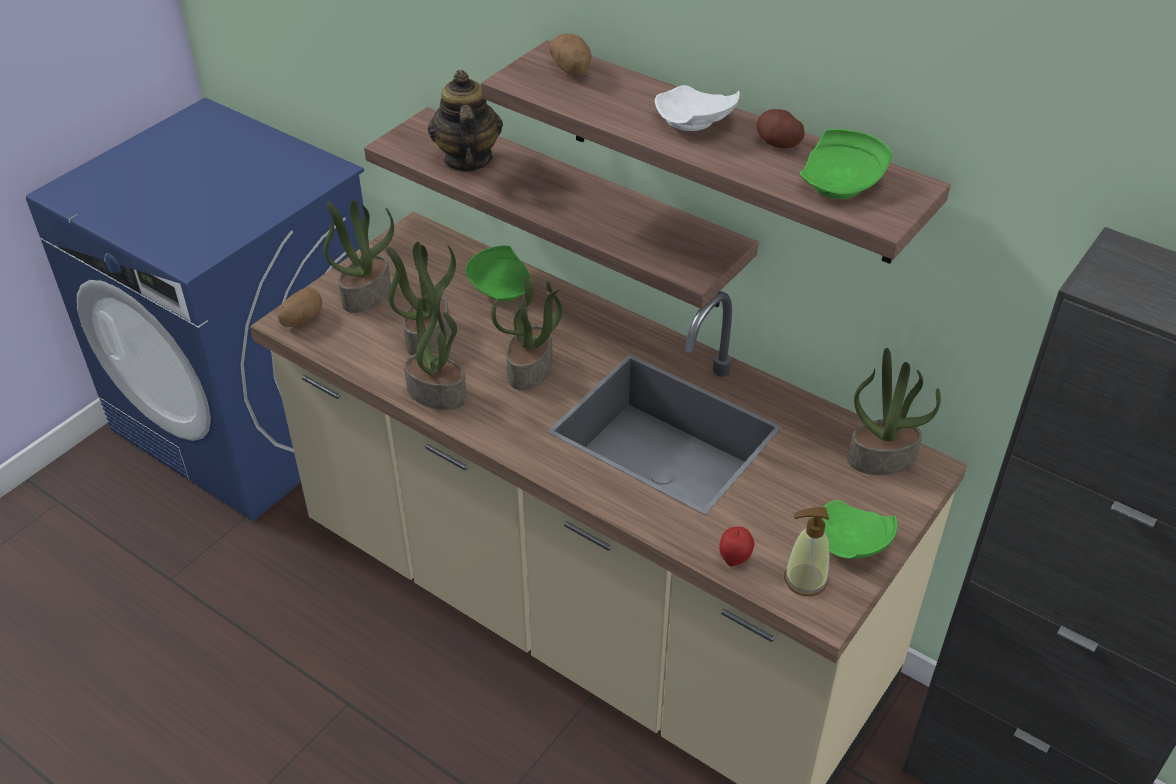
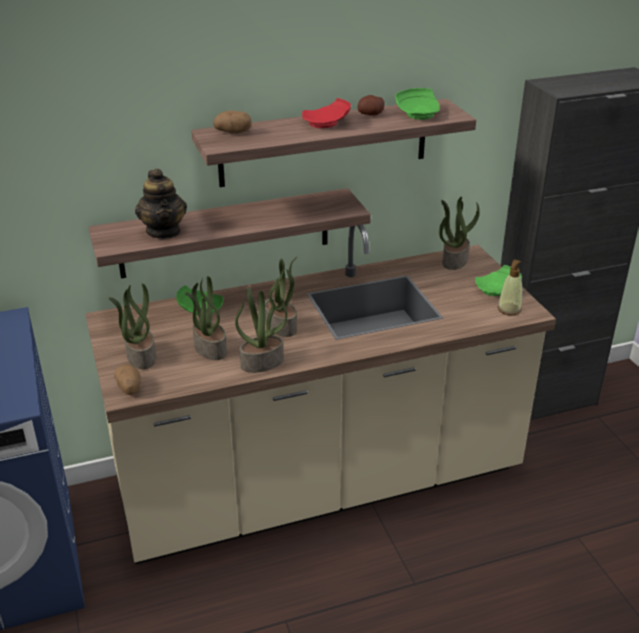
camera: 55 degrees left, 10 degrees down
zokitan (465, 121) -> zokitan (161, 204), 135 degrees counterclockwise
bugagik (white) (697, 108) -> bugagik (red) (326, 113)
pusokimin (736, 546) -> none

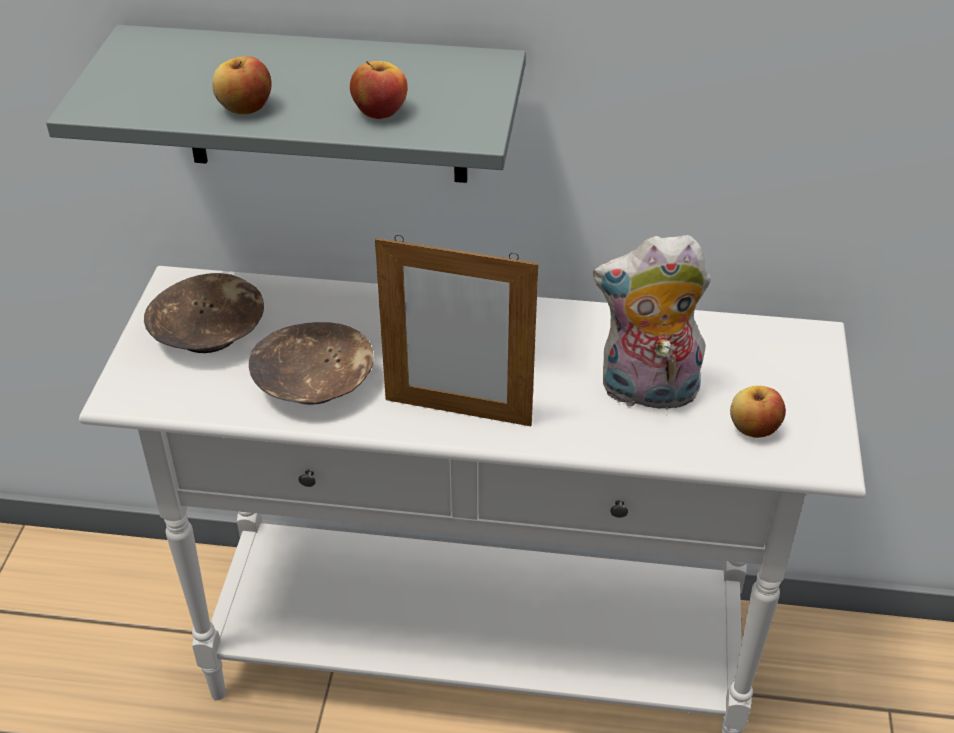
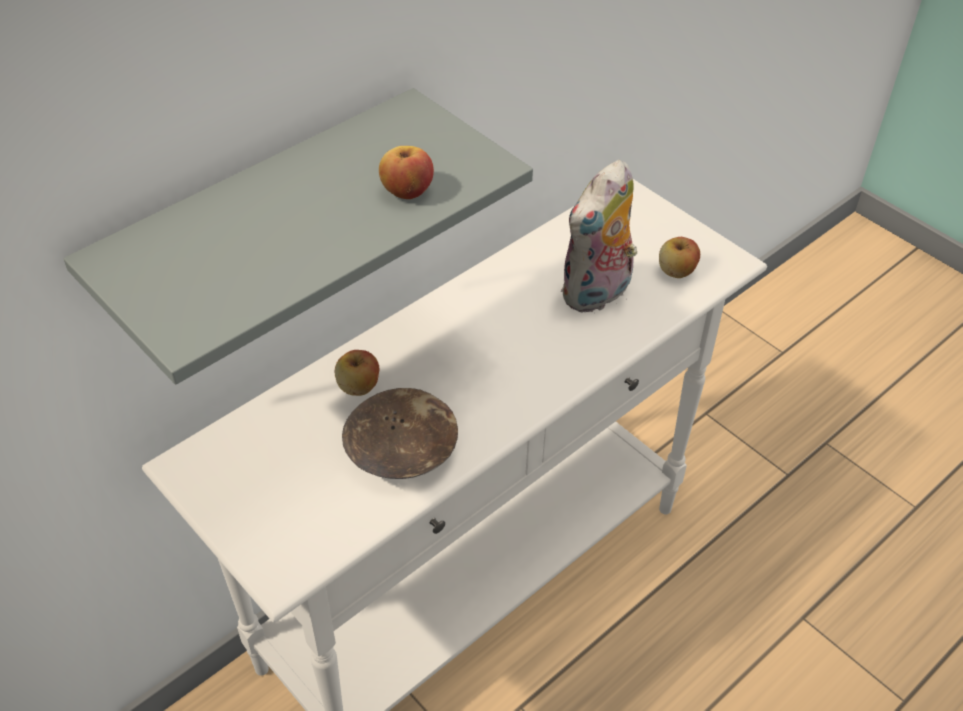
camera: 50 degrees left, 5 degrees up
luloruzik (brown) (204, 313) -> none
pusokimin (242, 85) -> pusokimin (357, 373), move
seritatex (456, 330) -> none

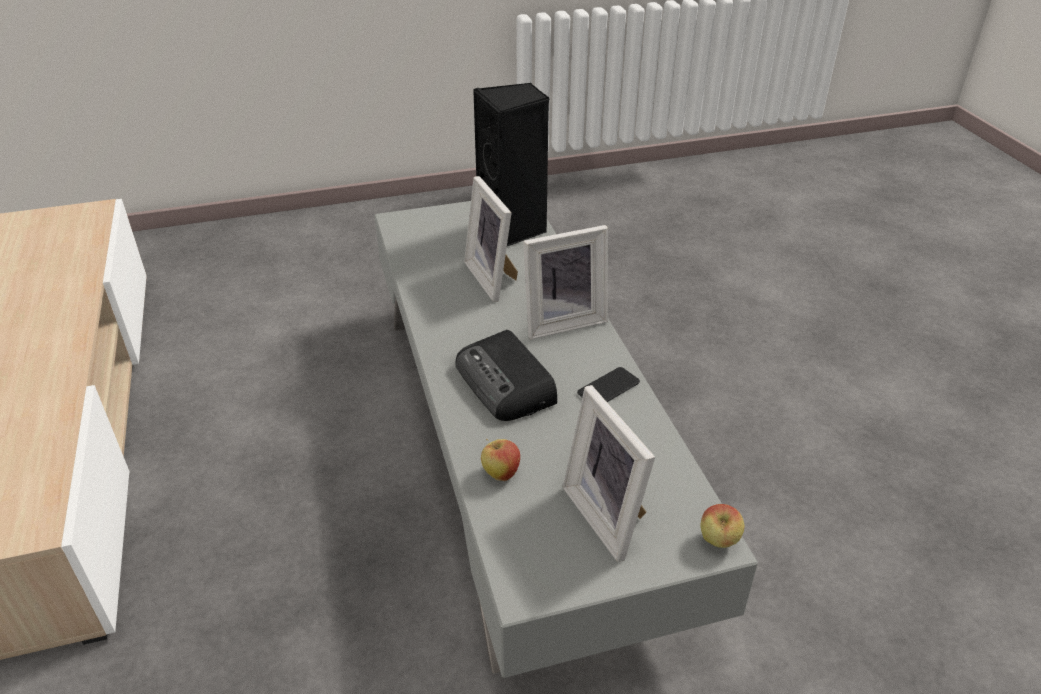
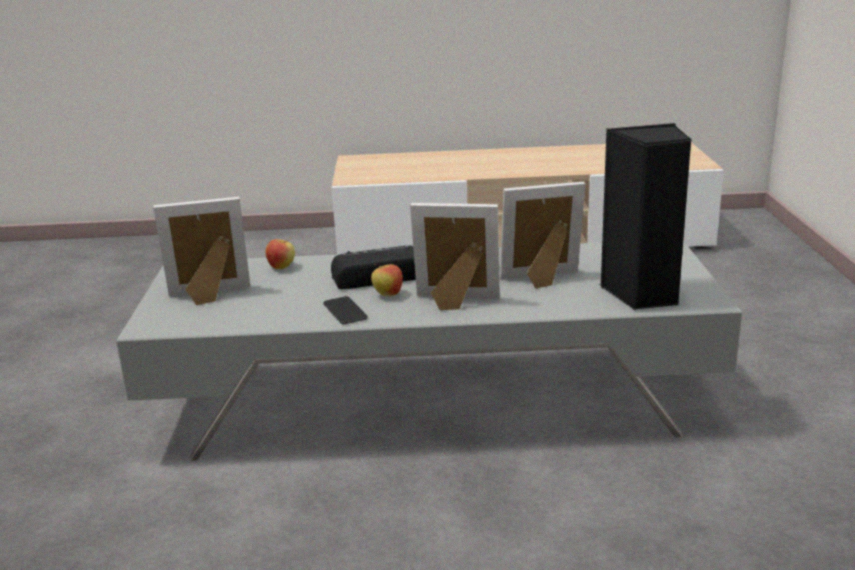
camera: 105 degrees right, 15 degrees down
seritatex (565, 282) -> seritatex (455, 256), 105 degrees clockwise
pusokimin (722, 526) -> pusokimin (387, 280), move

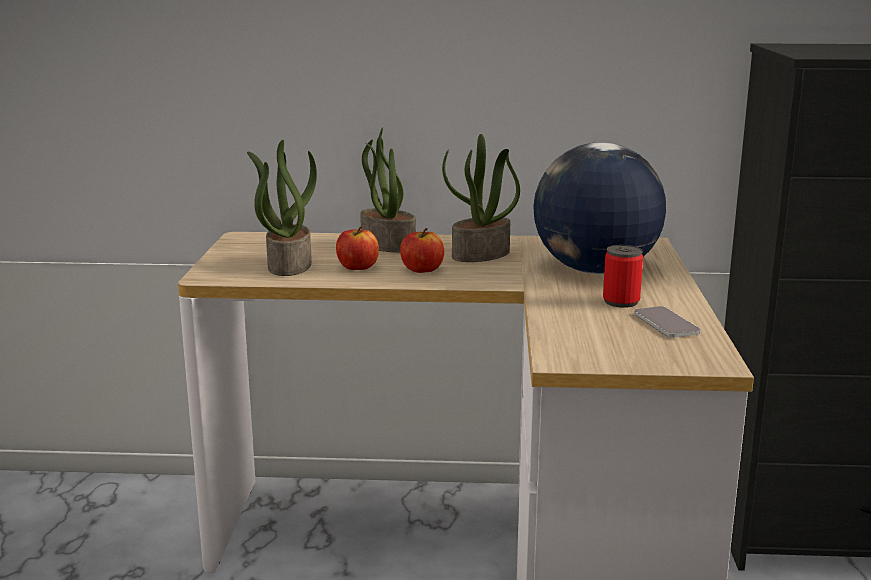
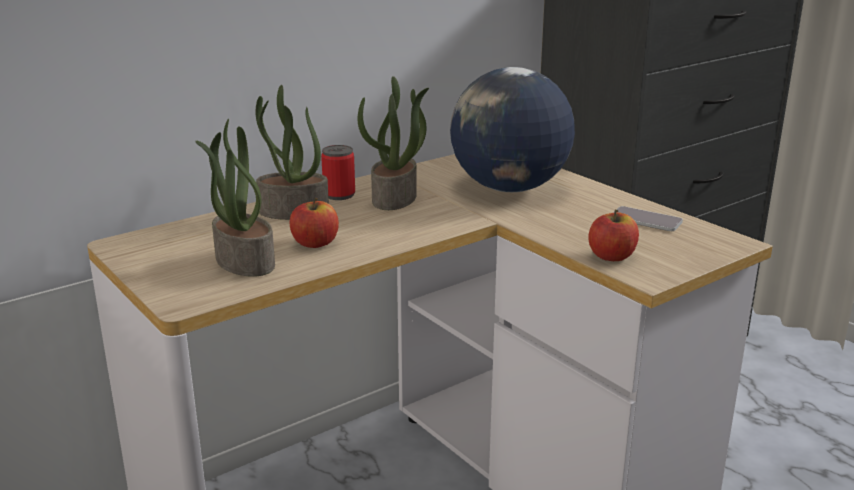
camera: 40 degrees left, 5 degrees up
pusokimin (422, 250) -> pusokimin (613, 235), move
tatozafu (623, 276) -> tatozafu (338, 172), move

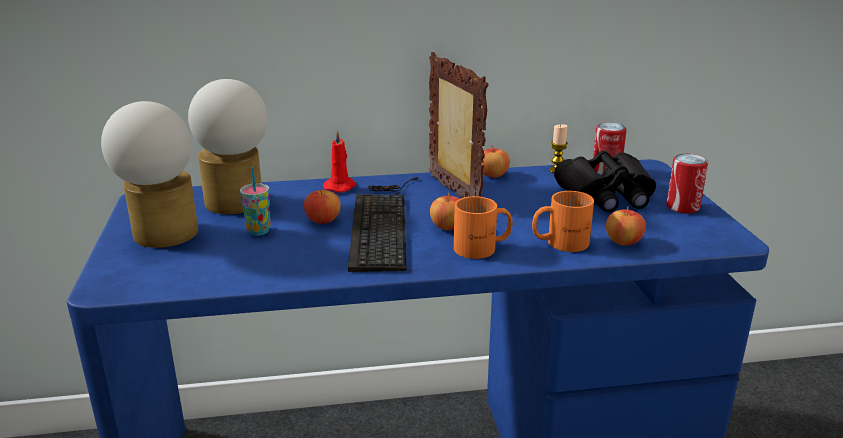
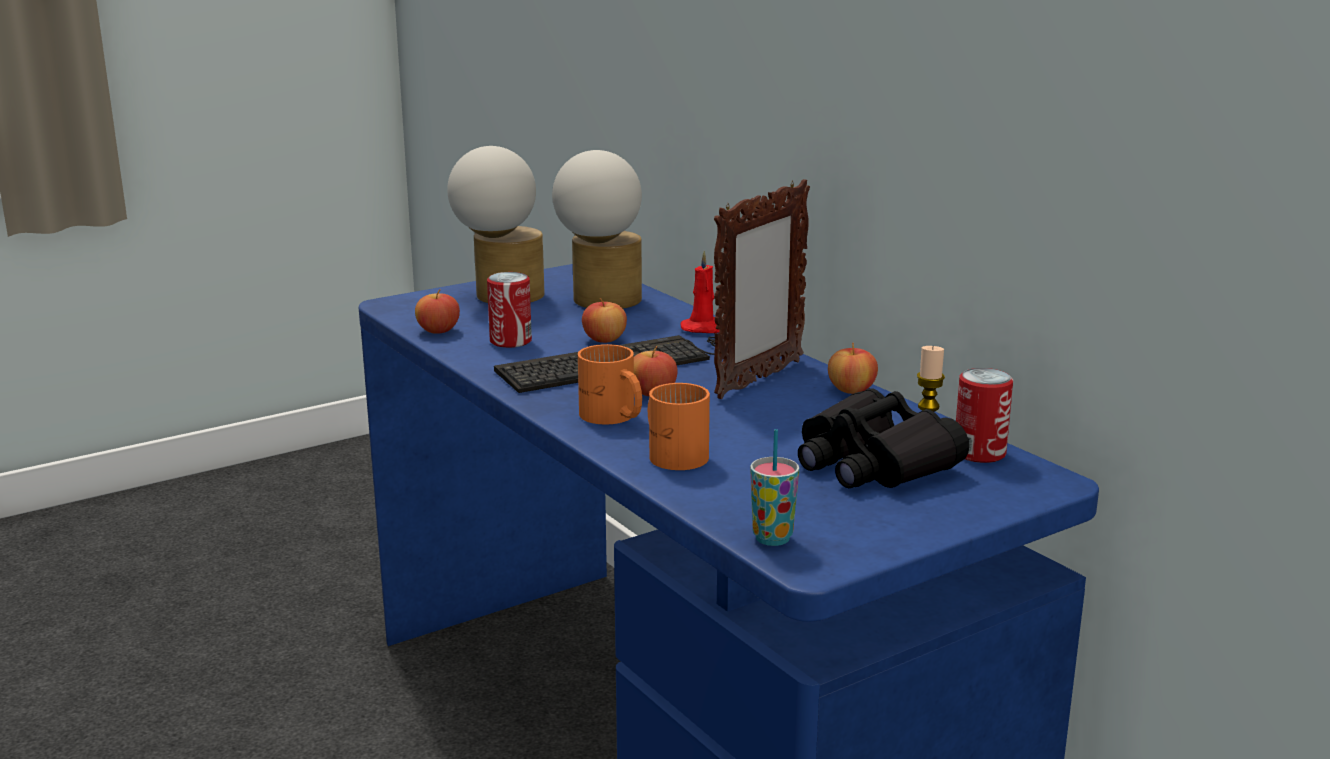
camera: 65 degrees right, 5 degrees down
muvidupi (255, 201) -> muvidupi (774, 487), move
pusokimin (626, 226) -> pusokimin (437, 311), move
tatozafu (687, 184) -> tatozafu (509, 310), move

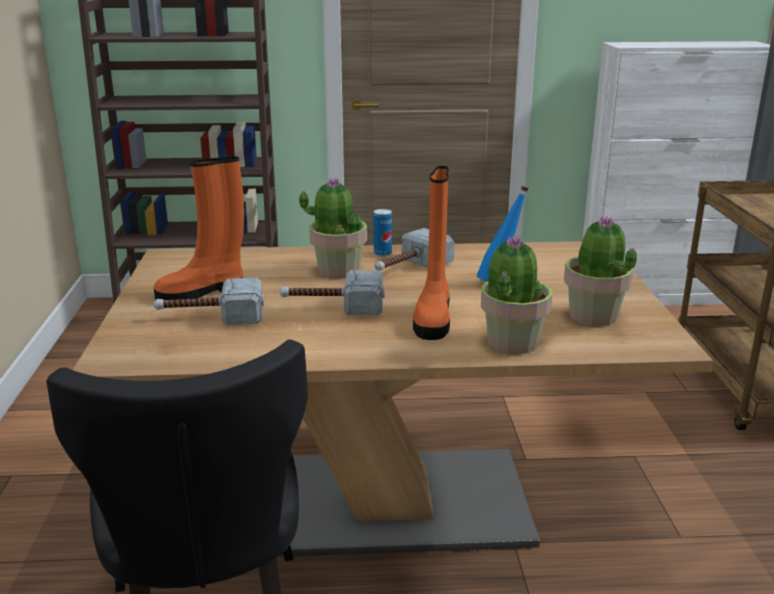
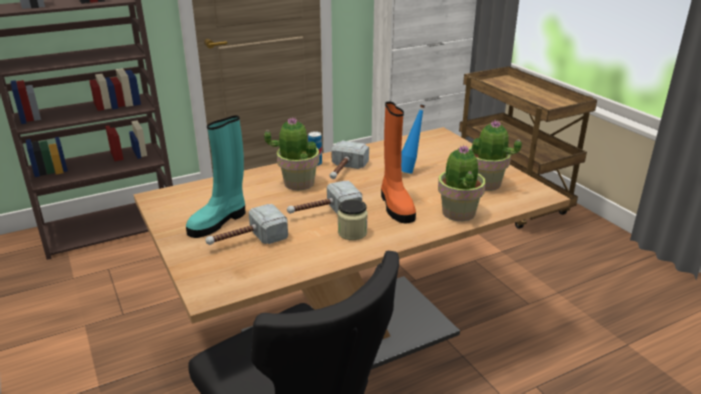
camera: 25 degrees left, 5 degrees up
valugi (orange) (199, 228) -> valugi (turquoise) (215, 176)
none -> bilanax (353, 219)

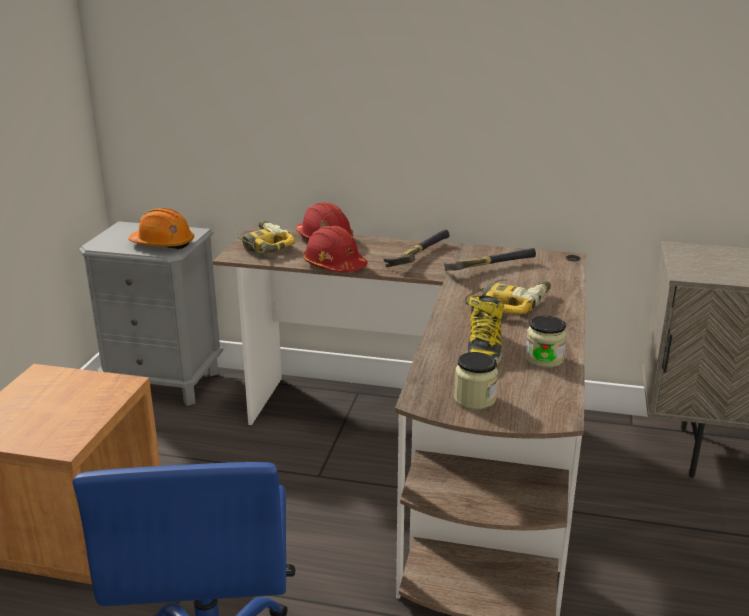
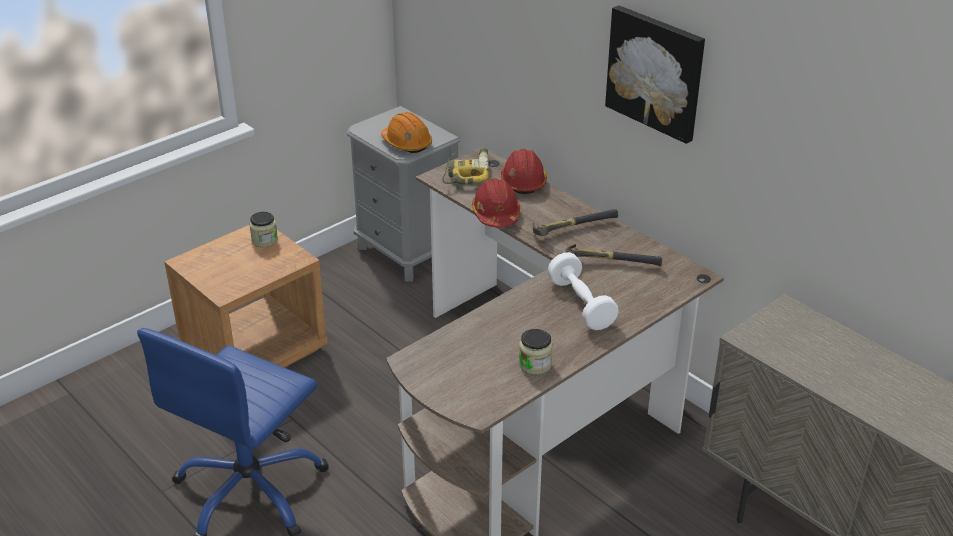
camera: 35 degrees right, 10 degrees up
bilanax (476, 381) -> bilanax (263, 230), move
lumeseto (508, 297) -> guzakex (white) (583, 291)
valugi (485, 330) -> none
none -> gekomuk (655, 74)

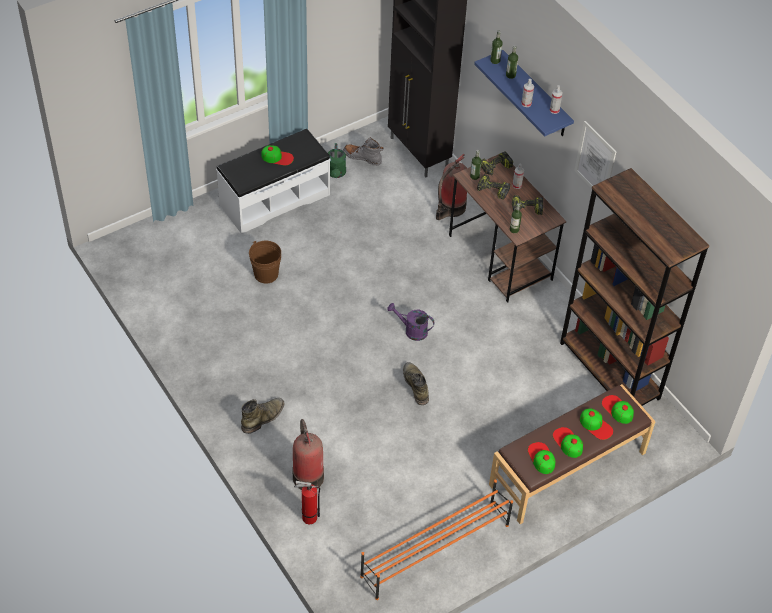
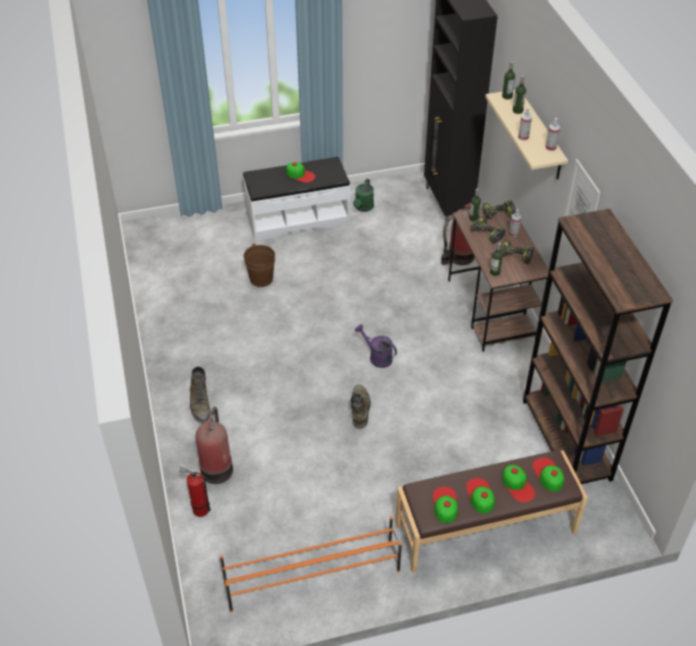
camera: 20 degrees right, 5 degrees down
valugi (green) (263, 416) -> valugi (green) (200, 394), 105 degrees clockwise
valugi (grey) (363, 151) -> none
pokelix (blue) (524, 93) -> pokelix (beige) (526, 135)

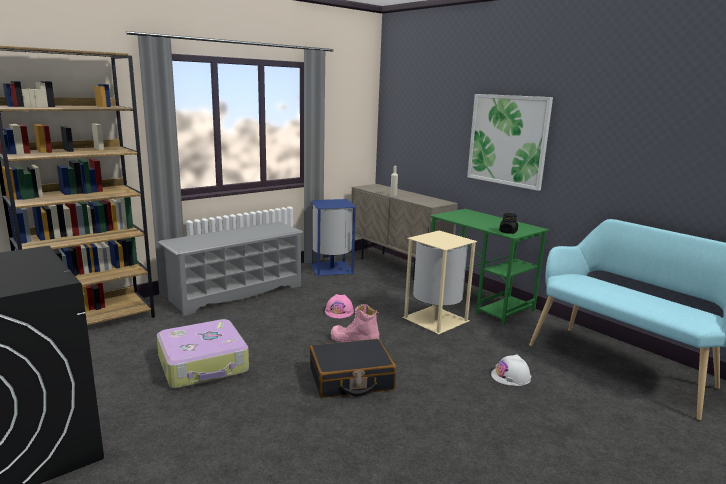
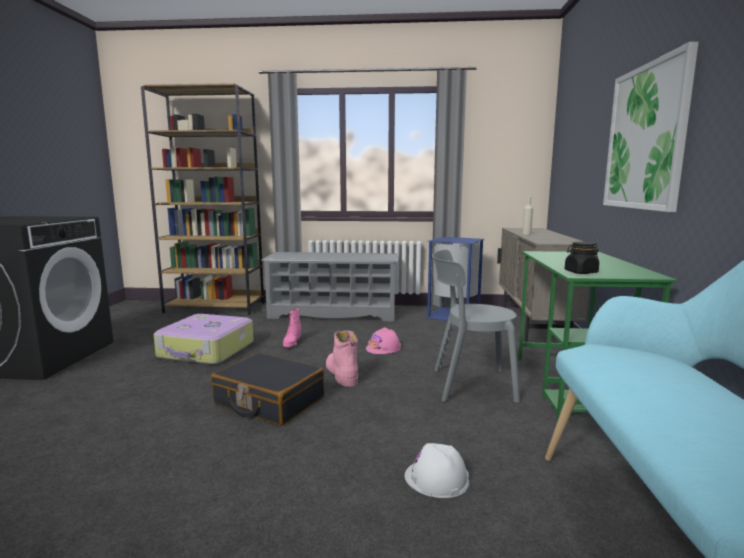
camera: 45 degrees right, 5 degrees down
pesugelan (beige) (440, 282) -> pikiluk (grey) (476, 326)
none -> valugi (pink) (292, 327)

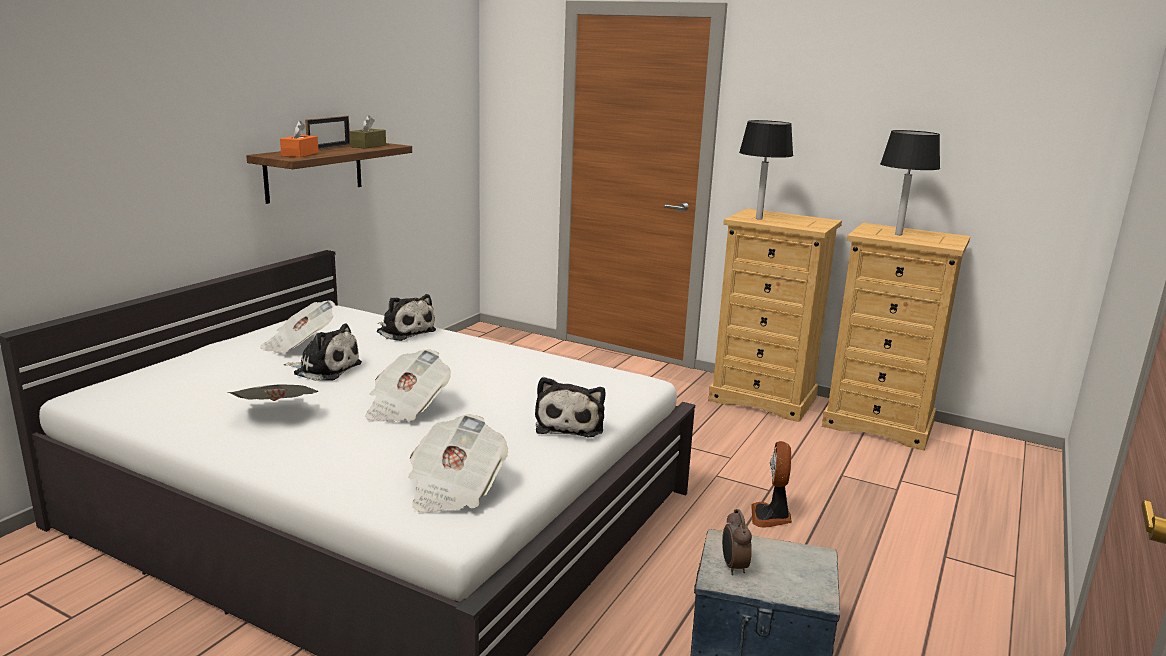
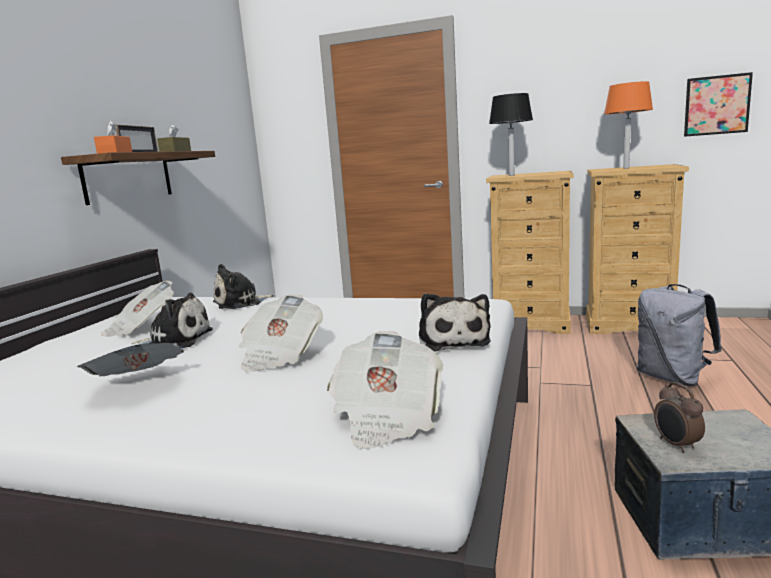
camera: 10 degrees left, 5 degrees down
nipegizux (406, 317) -> nipegizux (243, 286), 120 degrees clockwise
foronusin (771, 484) -> none
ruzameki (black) (910, 182) -> ruzameki (orange) (628, 125)
none -> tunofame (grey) (679, 335)
none -> gekomuk (718, 104)

